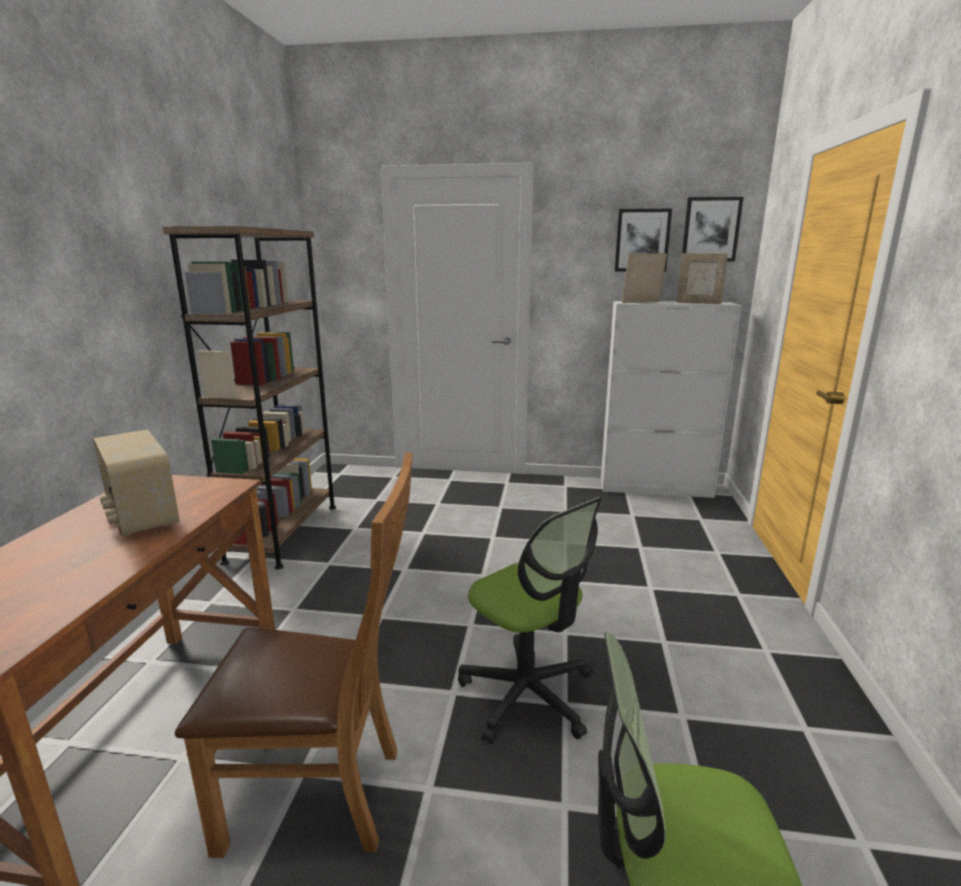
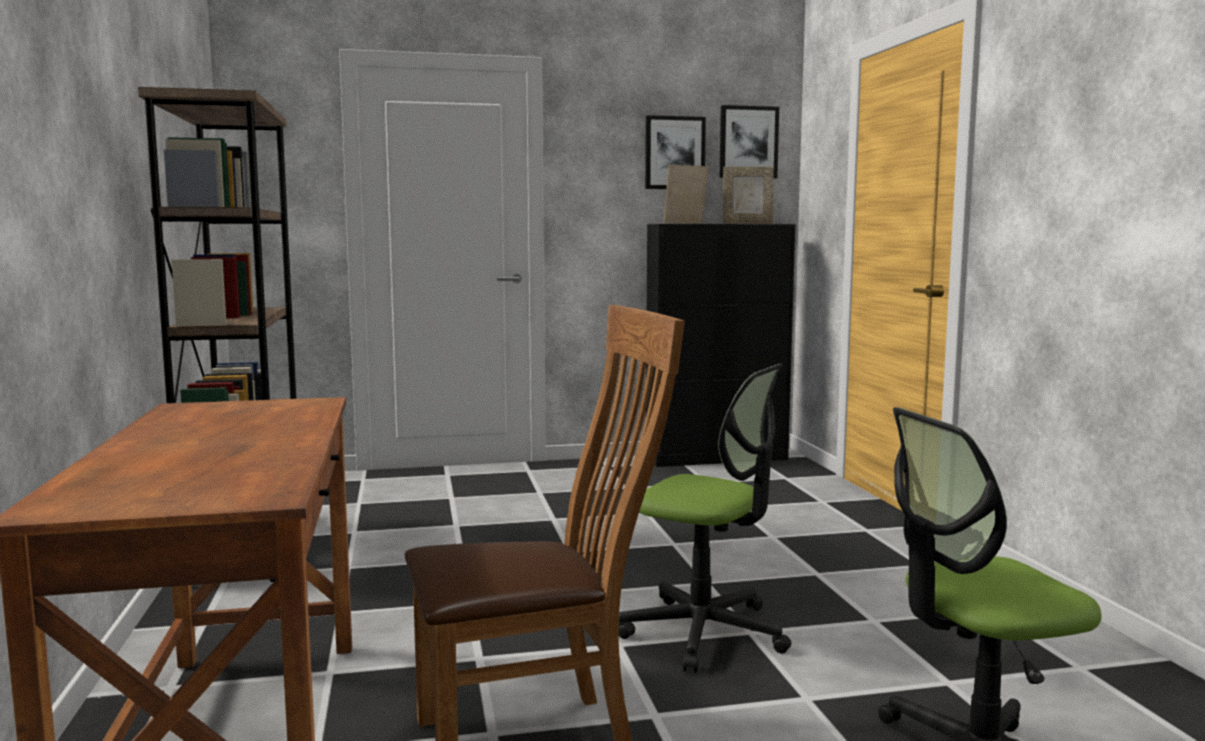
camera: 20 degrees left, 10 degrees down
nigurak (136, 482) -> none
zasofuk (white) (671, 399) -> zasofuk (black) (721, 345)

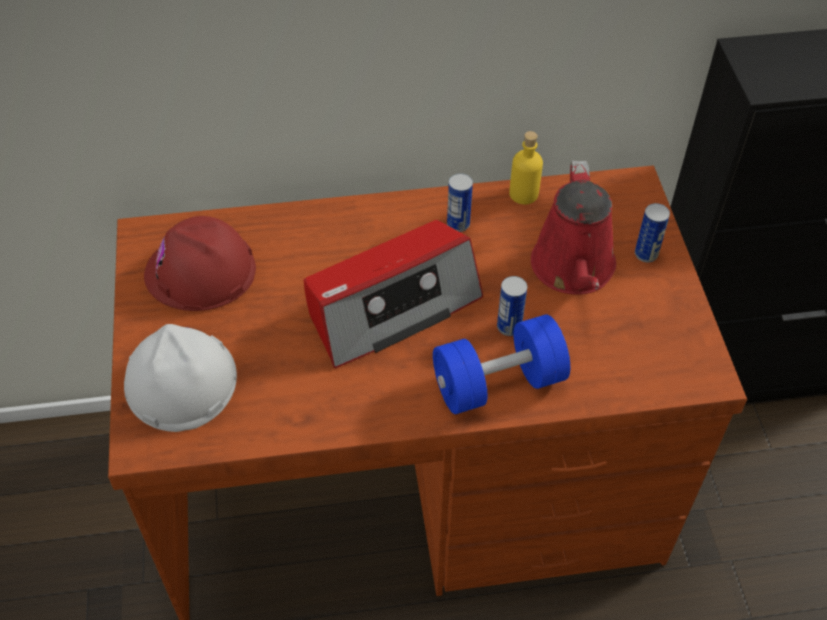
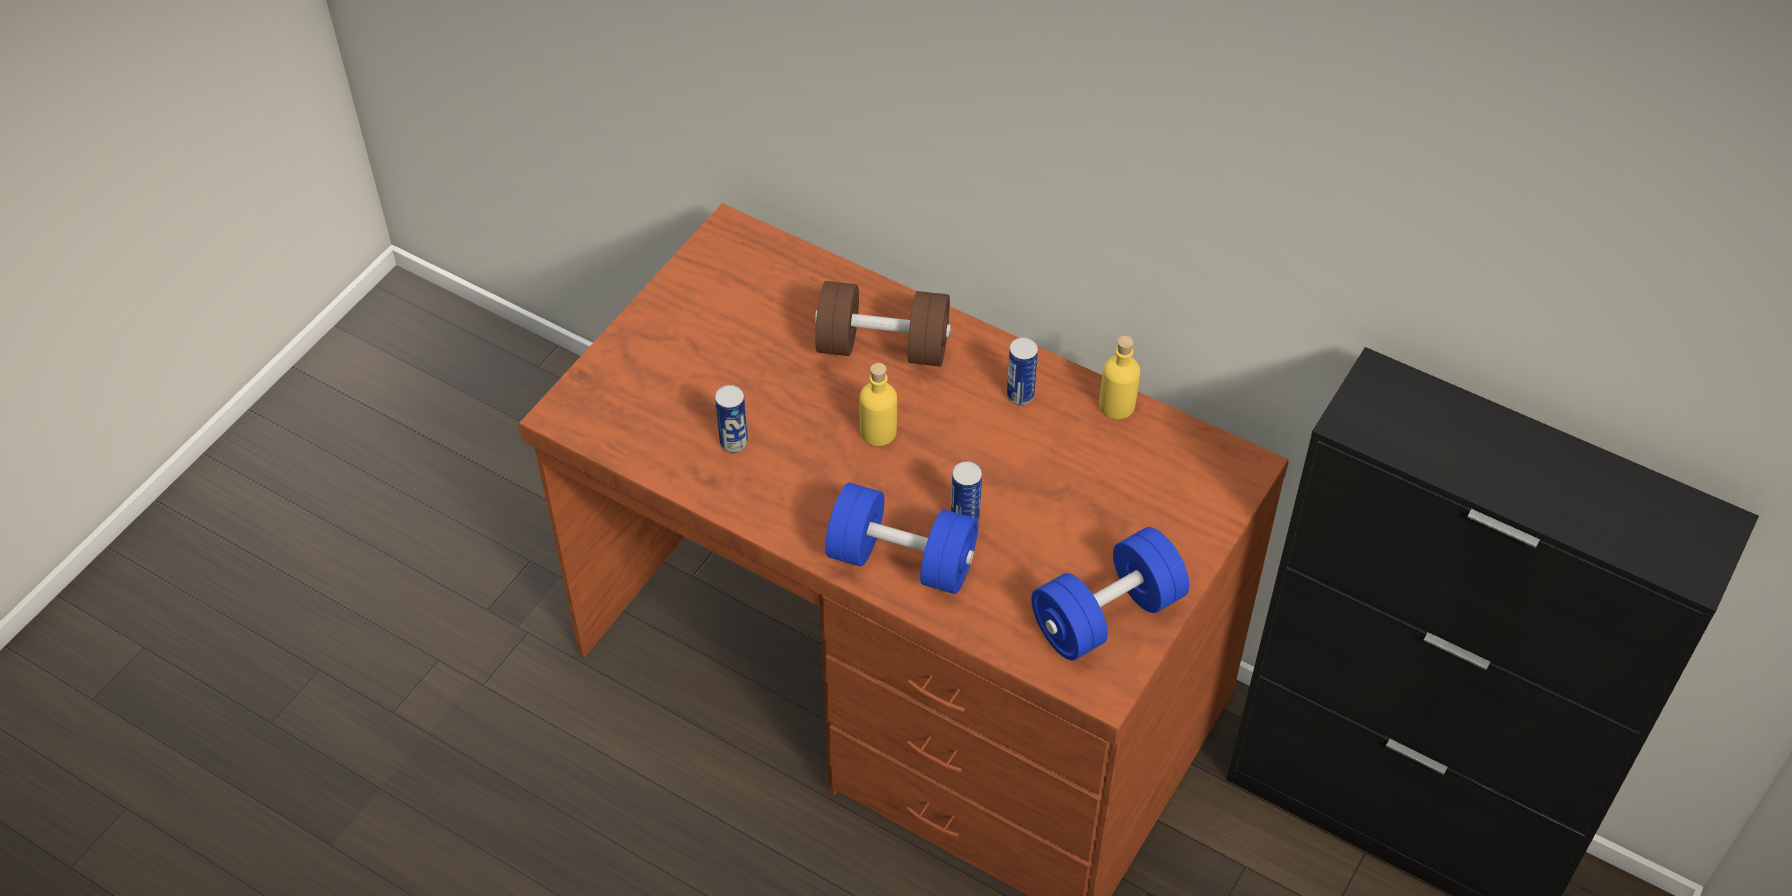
camera: 40 degrees right, 0 degrees up
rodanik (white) (180, 378) -> none
rodanik (red) (200, 263) -> none
nigurak (393, 294) -> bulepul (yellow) (878, 404)
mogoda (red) (573, 228) -> none
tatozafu (652, 232) -> tatozafu (731, 419), move
none -> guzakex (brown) (883, 323)
none -> guzakex (blue) (1110, 594)

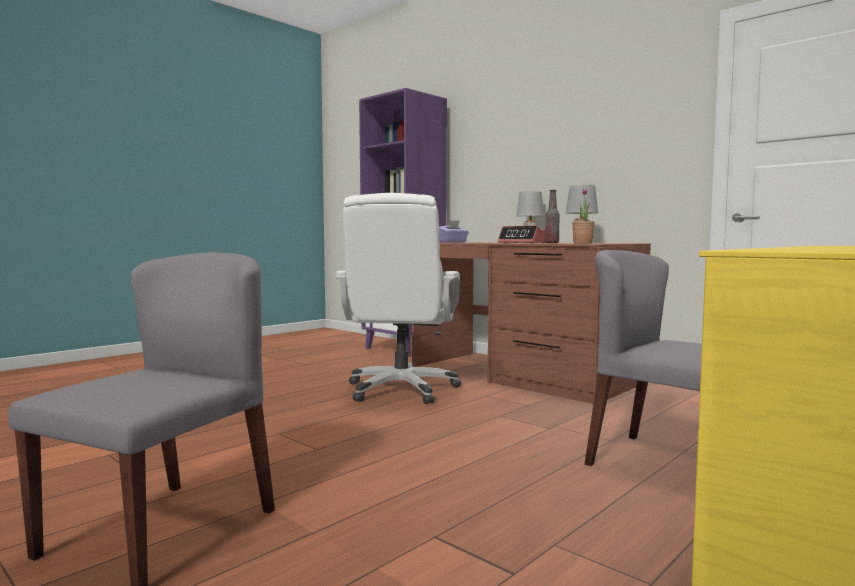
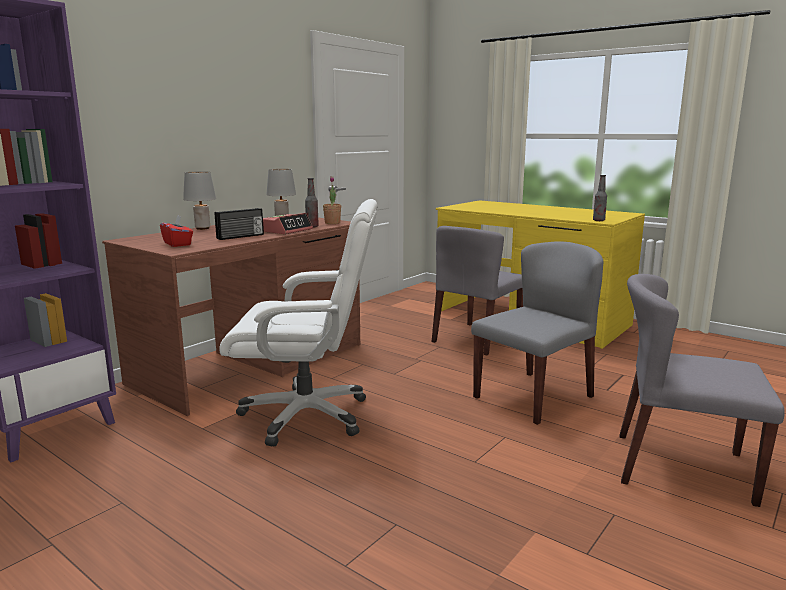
camera: 95 degrees left, 10 degrees up
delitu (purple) (454, 231) -> delitu (red) (176, 231)
none -> nigurak (239, 224)
none -> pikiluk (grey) (537, 333)
none -> bulepul (600, 198)

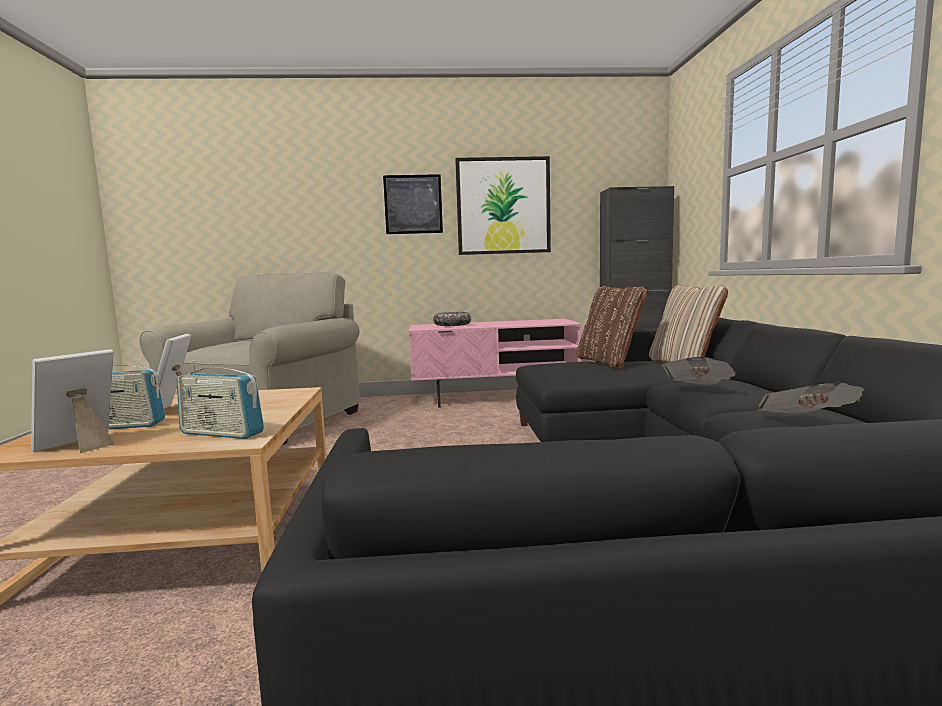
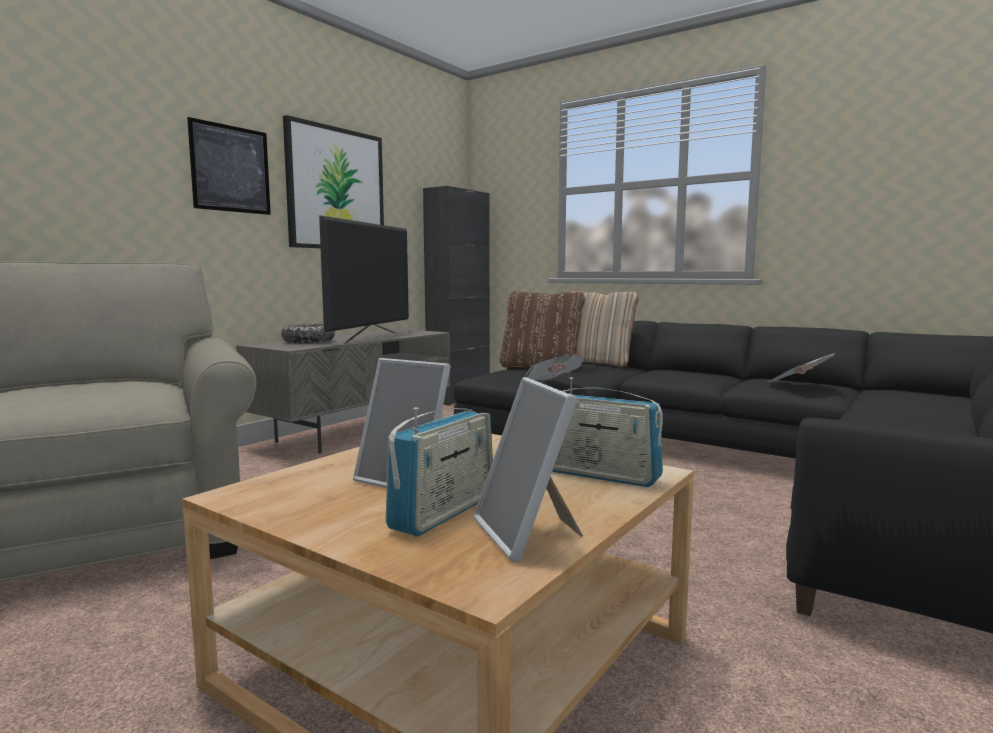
camera: 50 degrees left, 0 degrees up
nigurak (220, 399) -> nigurak (607, 432), 60 degrees clockwise
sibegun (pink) (495, 363) -> sibegun (grey) (343, 391)
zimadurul (699, 371) -> zimadurul (555, 367), move
none -> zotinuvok (364, 279)

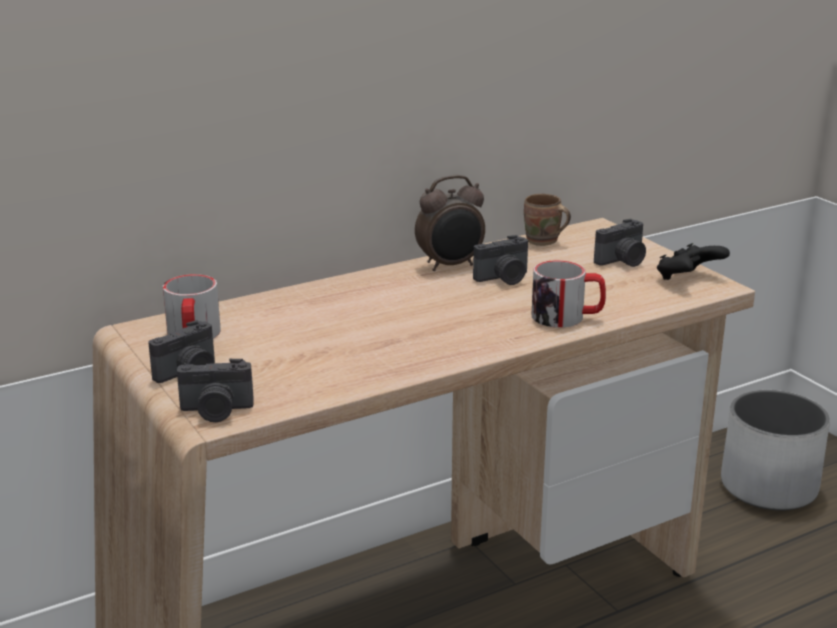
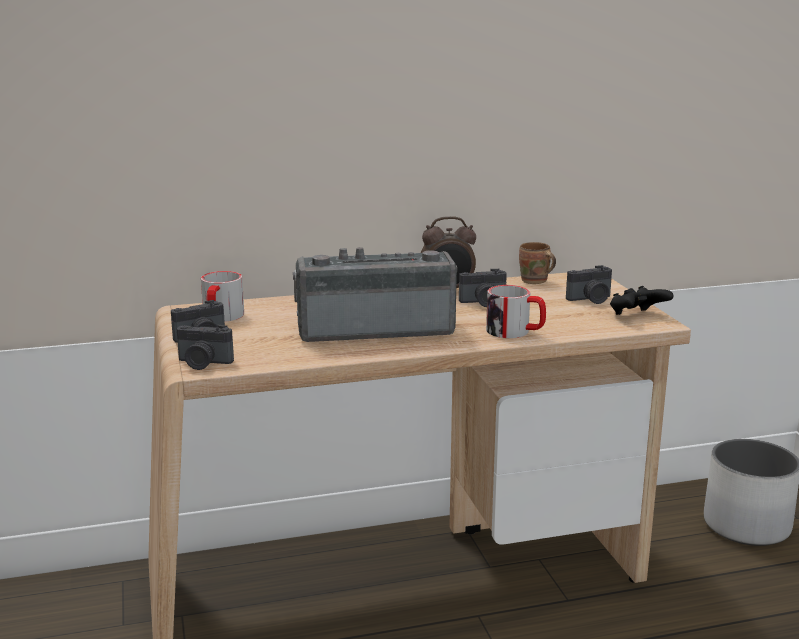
camera: 15 degrees right, 5 degrees down
none -> nigurak (375, 294)

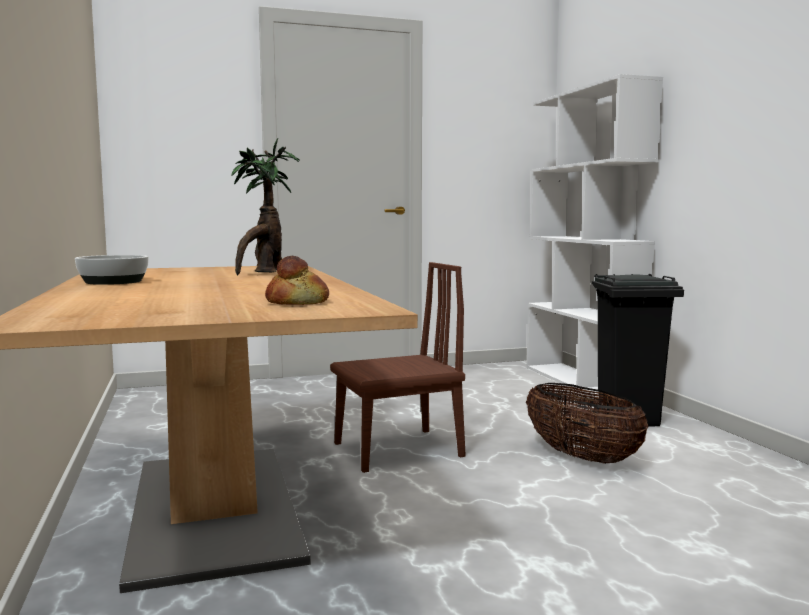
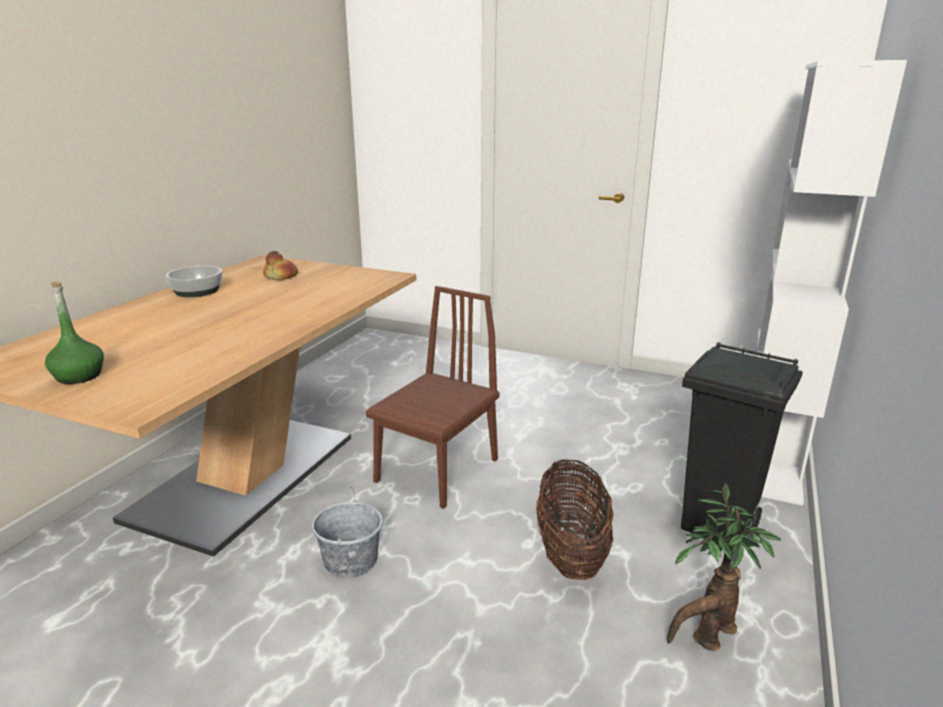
camera: 40 degrees right, 15 degrees up
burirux (265, 206) -> burirux (724, 567), move
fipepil (297, 280) -> fipepil (280, 265), move
pikiluk (brown) (397, 367) -> pikiluk (brown) (432, 397), 75 degrees counterclockwise
none -> bulepul (green) (74, 333)
none -> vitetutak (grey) (347, 532)

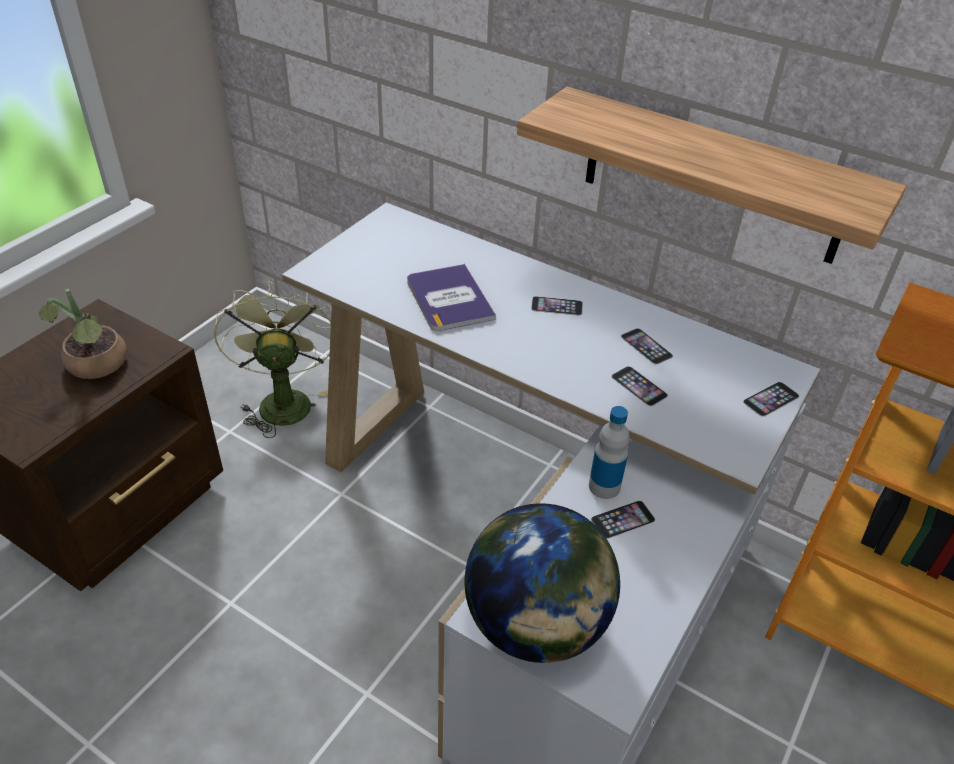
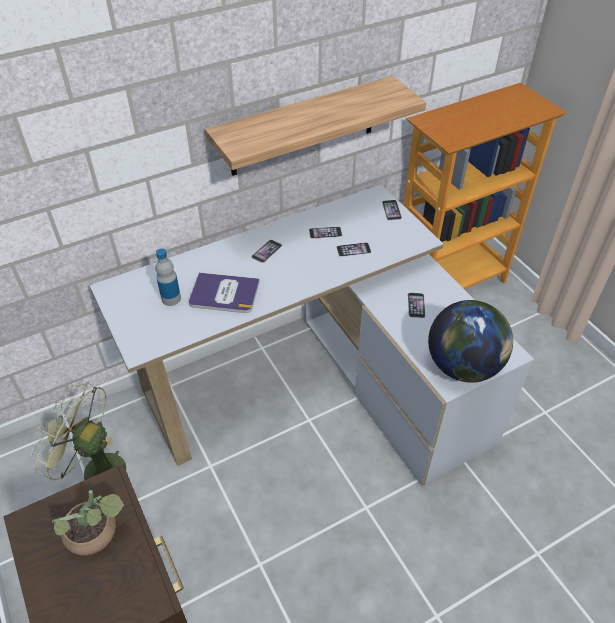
camera: 60 degrees left, 5 degrees up
bulepul (609, 452) -> bulepul (168, 277), move

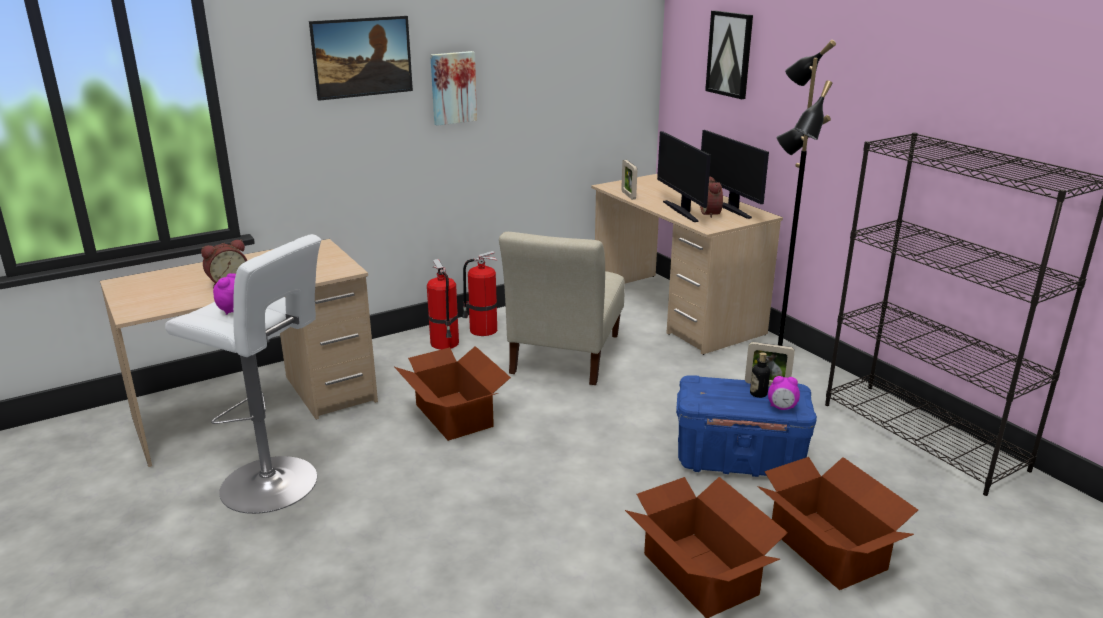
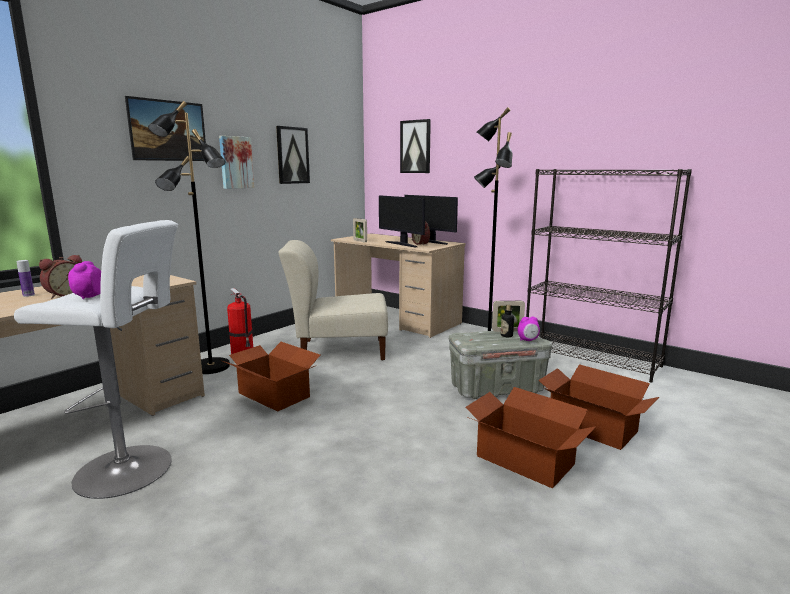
camera: 20 degrees left, 10 degrees down
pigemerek (479, 293) -> none
pikiluk (beige) (562, 308) -> pikiluk (beige) (333, 300), 90 degrees clockwise
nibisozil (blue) (746, 426) -> nibisozil (grey) (500, 365)
none -> bulepul (25, 278)
none -> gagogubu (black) (189, 237)
none -> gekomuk (293, 155)

